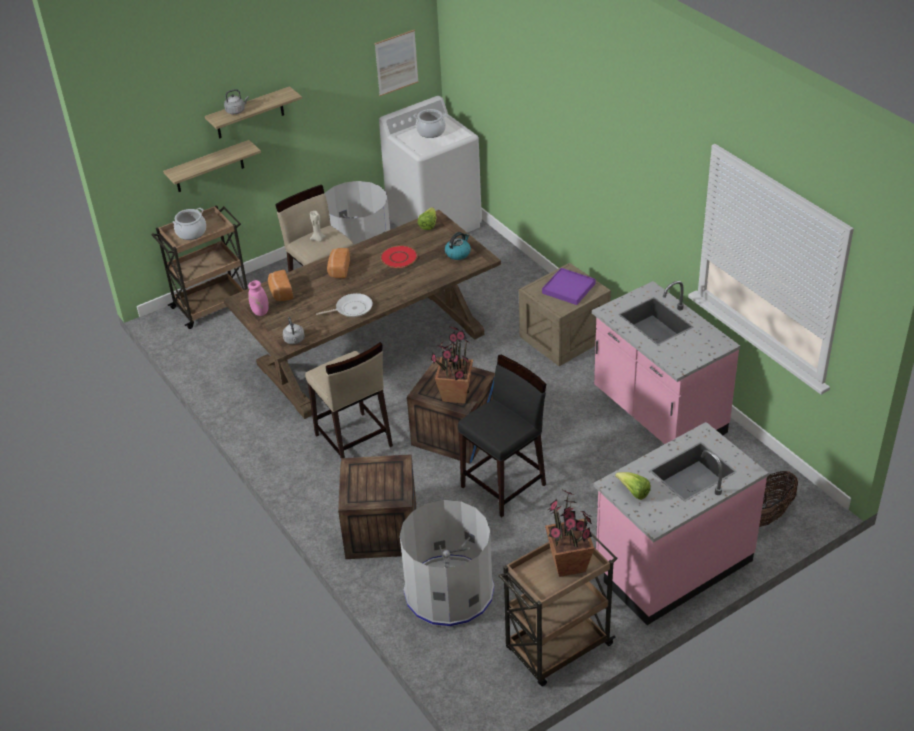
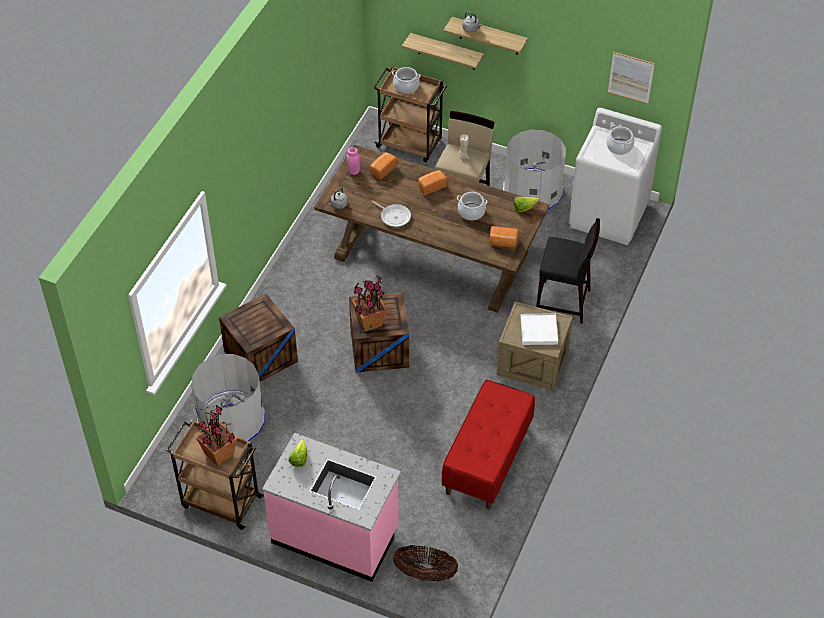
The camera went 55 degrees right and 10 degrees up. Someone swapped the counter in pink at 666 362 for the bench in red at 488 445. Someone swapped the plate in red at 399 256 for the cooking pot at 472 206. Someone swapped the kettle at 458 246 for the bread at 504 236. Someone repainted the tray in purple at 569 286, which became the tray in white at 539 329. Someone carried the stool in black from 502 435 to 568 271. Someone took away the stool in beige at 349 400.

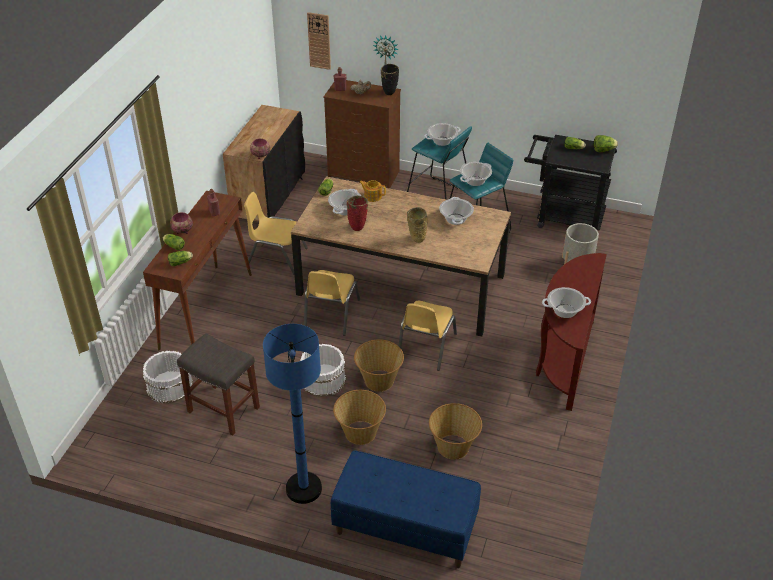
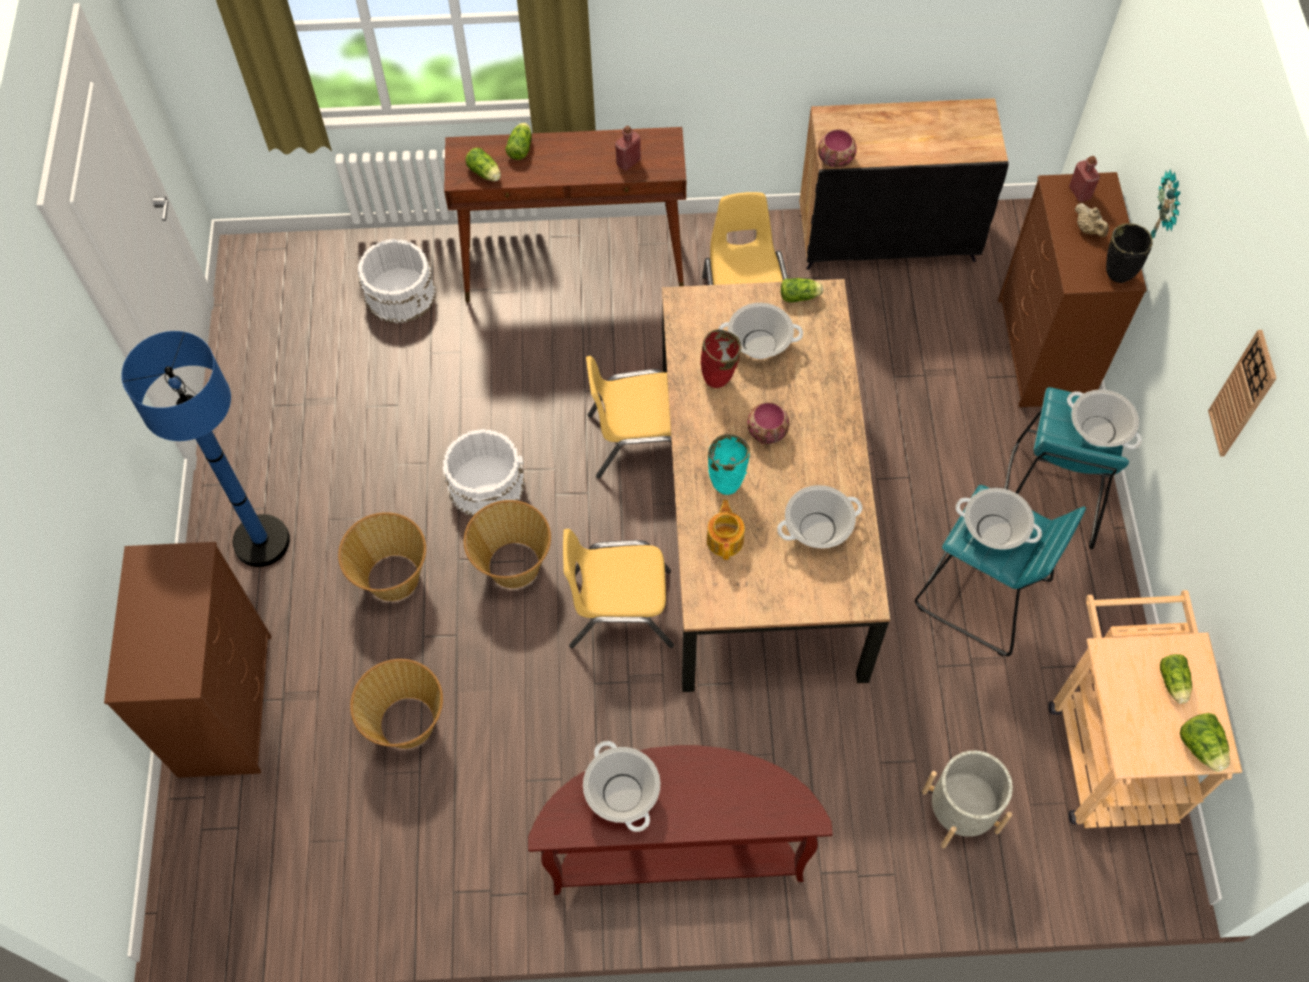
The camera went 70 degrees right and 20 degrees up. Someone swapped the bench in blue at 406 509 for the dresser in brown at 187 660. Someone carried the teapot from 372 191 to 726 530. Someone repainted the vase in beige at 417 225, which became the vase in turquoise at 729 464. Someone carried the bowl from 181 223 to 768 423. Someone repainted the cart in black at 570 183, which became the cart in beige at 1145 709. Someone carried the wall clock from 319 41 to 1242 393. Someone took away the stool in grey at 218 384.

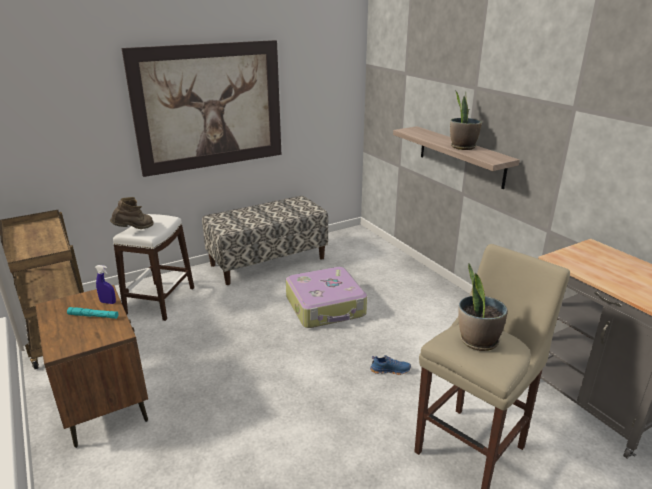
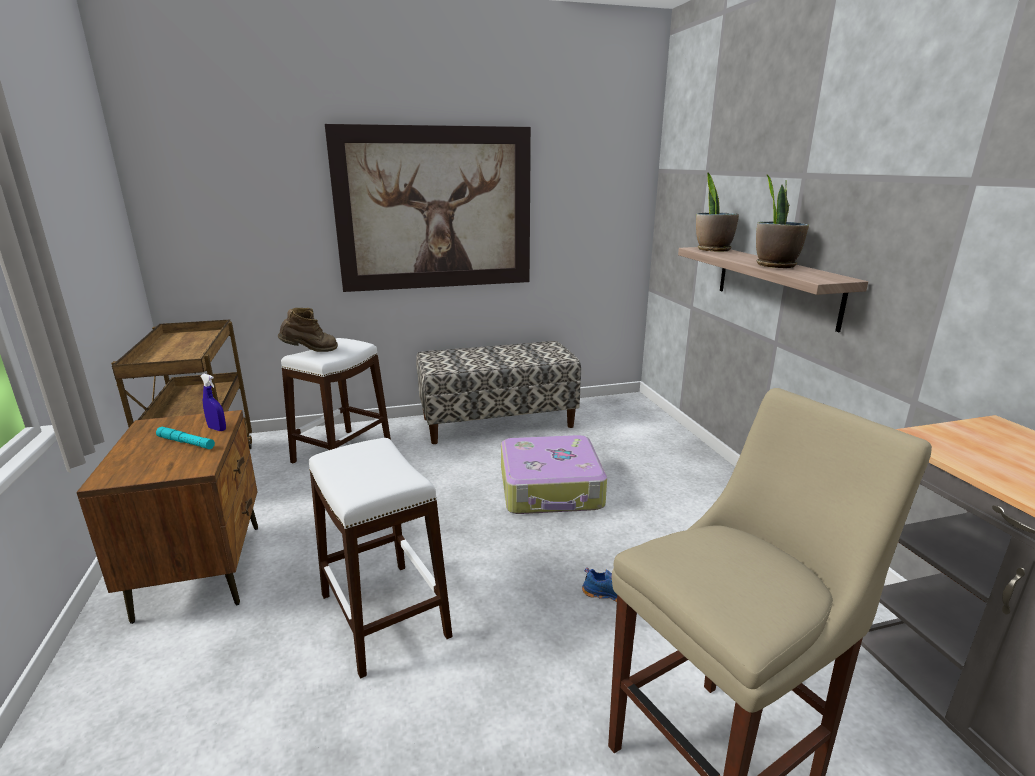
The camera went 15 degrees right and 5 degrees down. Someone put down the stool in white at 381 558. Someone carried the potted plant from 483 307 to 717 212.

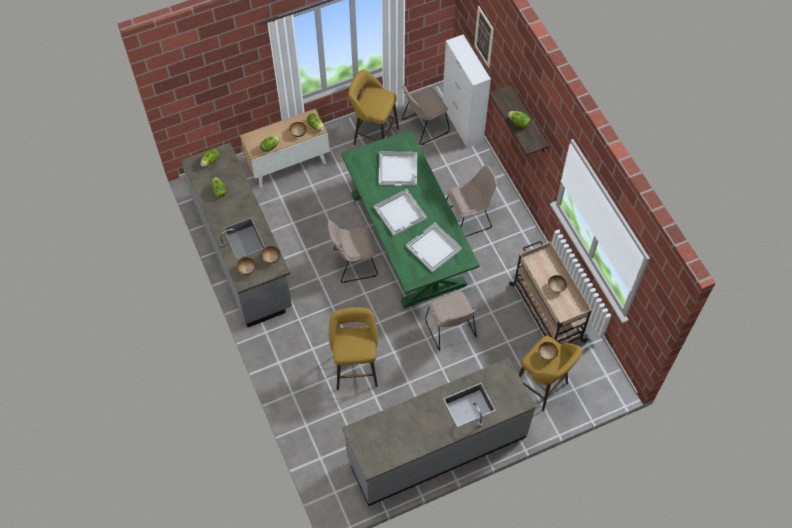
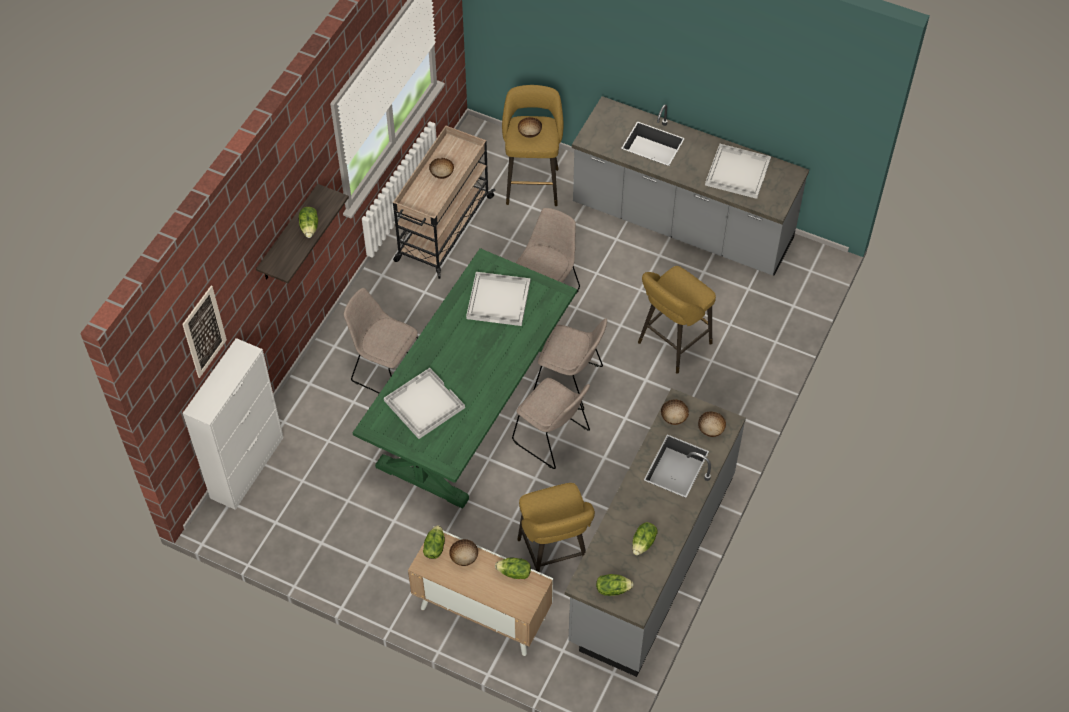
The camera went 130 degrees left and 5 degrees down. Someone carried the stool in yellow from 373 107 to 556 527. Someone carried the chair in beige from 426 115 to 570 364. Someone carried the tray in white from 400 212 to 738 171.

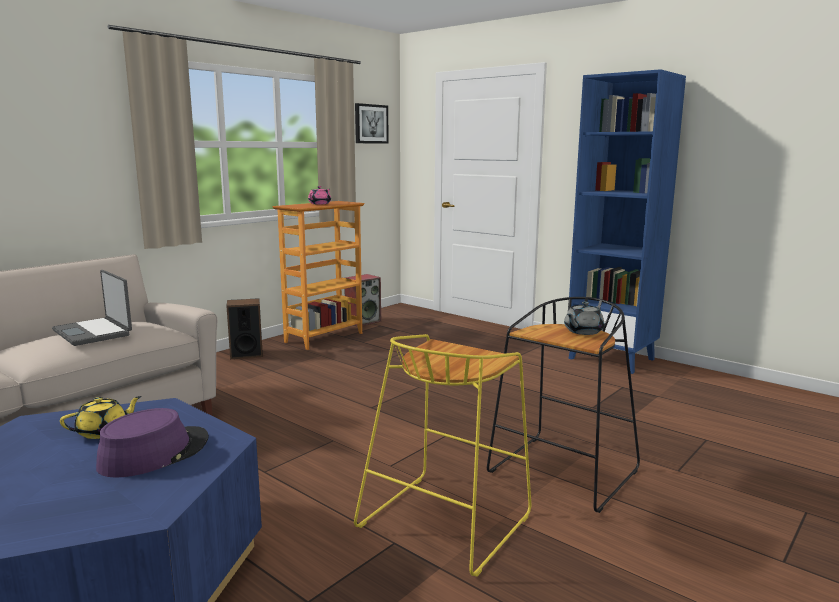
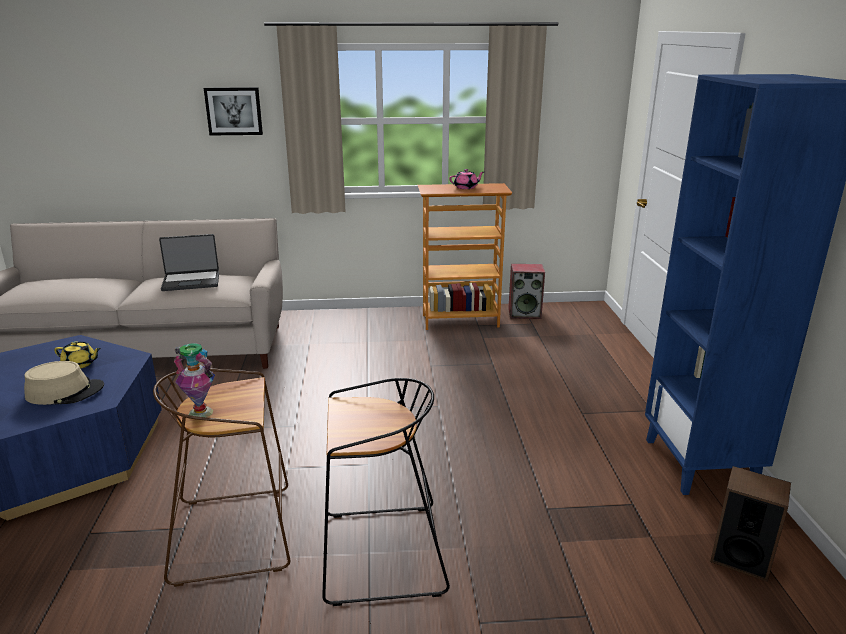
The camera went 45 degrees right and 10 degrees up. Someone repainted the hat in purple at 152 443, which became the hat in beige at 64 383. Someone repainted the stool in yellow at 442 455, which became the stool in brown at 221 477. Someone rotated the laptop at 92 308 by 105 degrees counterclockwise. Someone put down the vase at 194 380. Someone carried the picture from 372 123 to 233 111. Someone carried the speaker from 245 328 to 750 524. Someone took away the teapot in grey at 584 318.

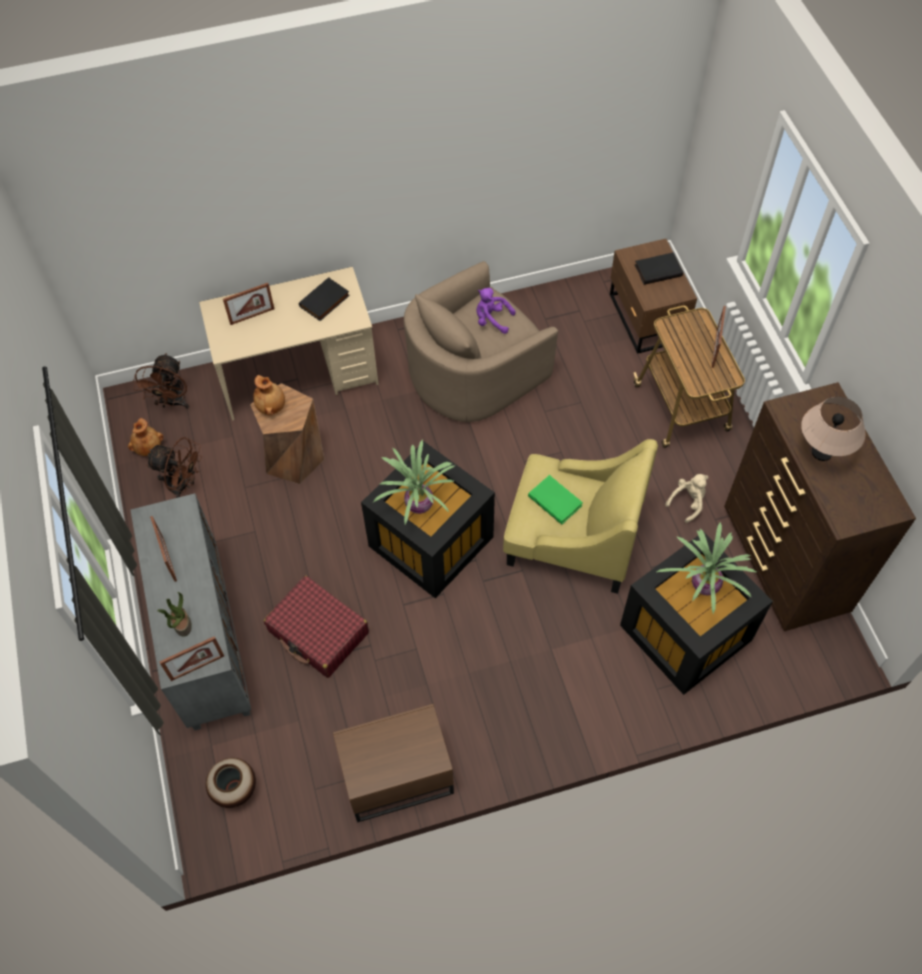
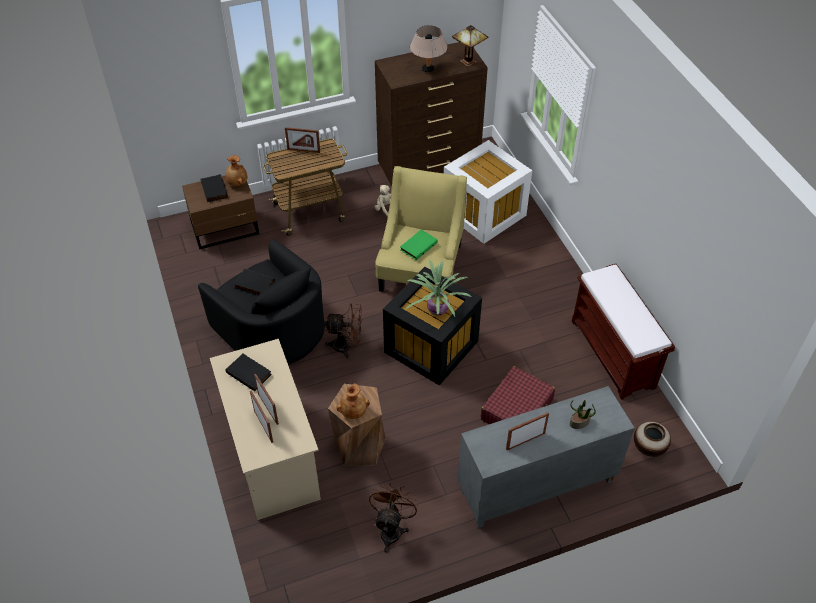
The camera went 95 degrees left and 10 degrees down. Someone repainted the armchair in beige at 481 341, which became the armchair in black at 261 302. Someone carried the vase in brown from 145 437 to 236 170. Someone swapped the plush toy in purple at 496 311 for the book in black at 254 282. Someone carried the picture frame from 191 658 to 266 399. Someone carried the fan in brown from 161 381 to 343 330. Someone repainted the storage box in black at 696 614, which became the storage box in white at 488 192. Someone put down the table lamp at 470 46. Someone swapped the nightstand in brown at 393 763 for the bench in brown at 623 332. Someone took away the potted plant at 706 568.

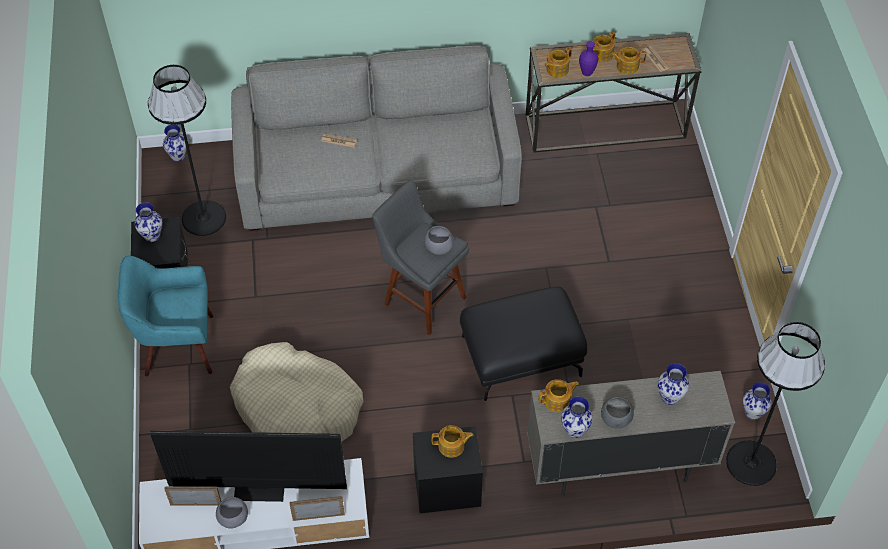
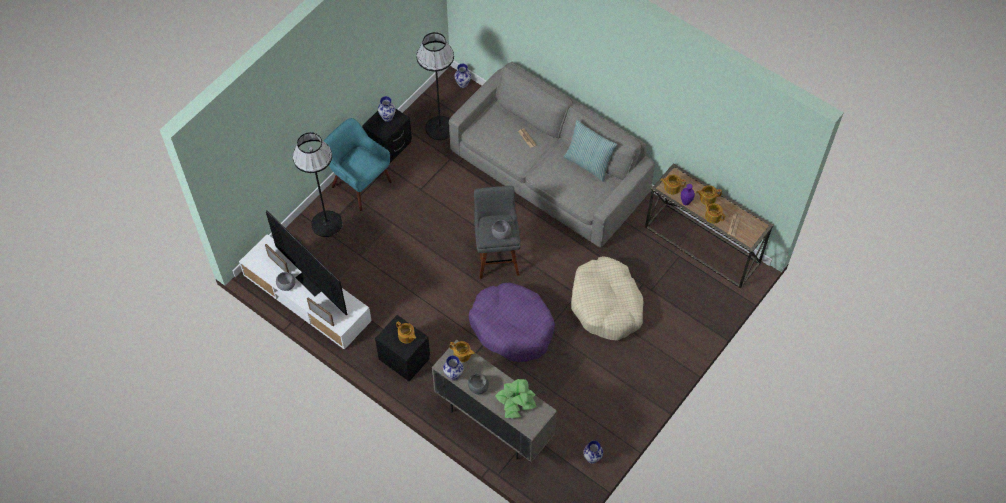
The camera went 45 degrees right and 5 degrees up. Someone carried the floor lamp in black from 775 404 to 317 184. Someone swapped the ottoman in black at 523 344 for the dog bed in purple at 512 322. Someone swapped the vase at 673 384 for the potted plant at 516 398. Someone put down the pillow at 591 151. Someone carried the dog bed in beige from 296 392 to 607 298.

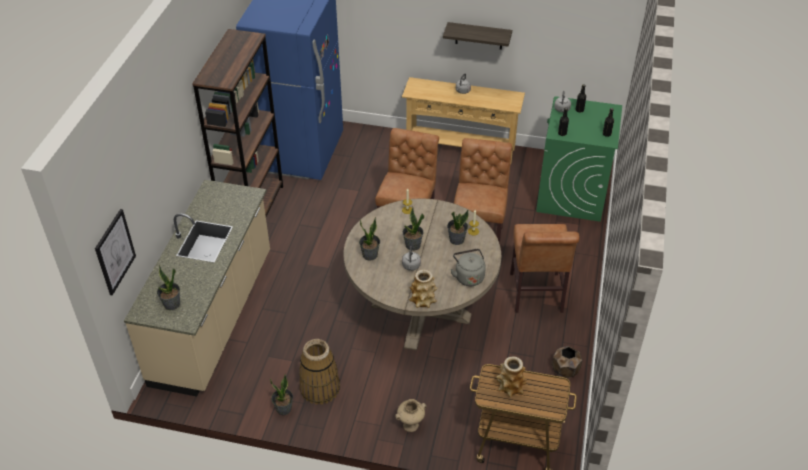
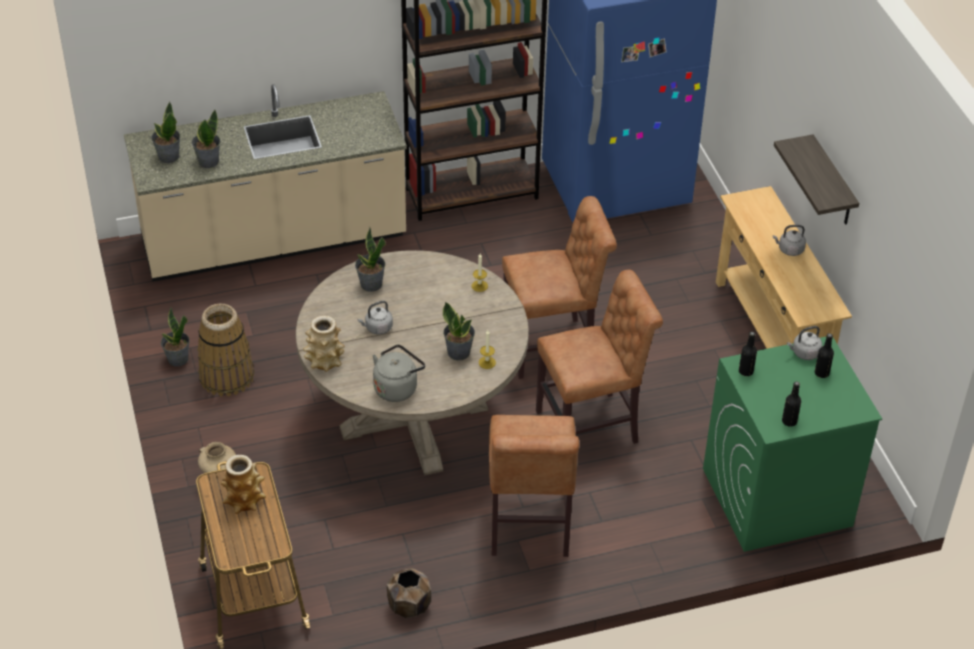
The camera went 60 degrees right and 0 degrees up. Someone carried the potted plant from 413 229 to 206 139. Someone rotated the chair in brown at 545 268 by 60 degrees counterclockwise. Someone took away the picture at 115 252.

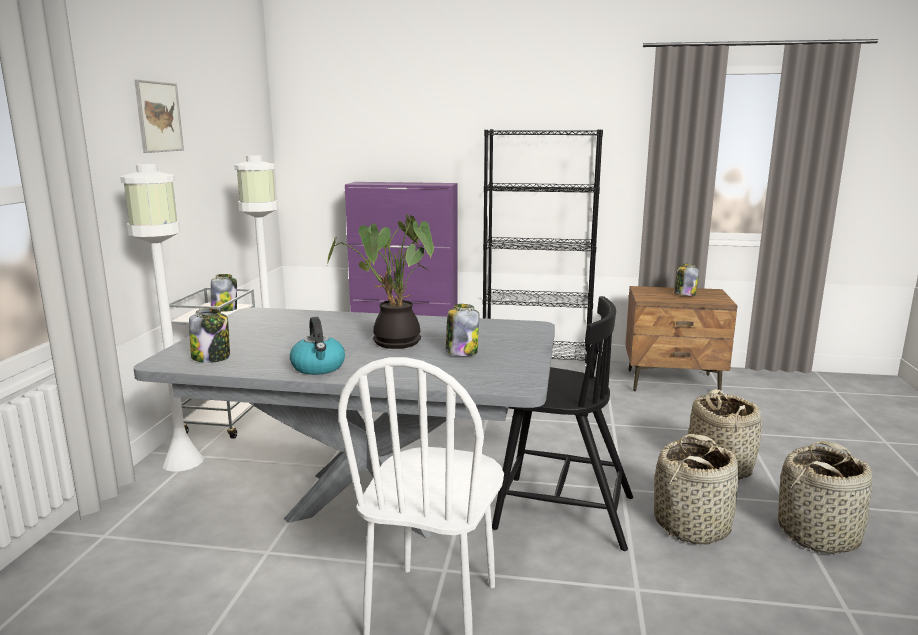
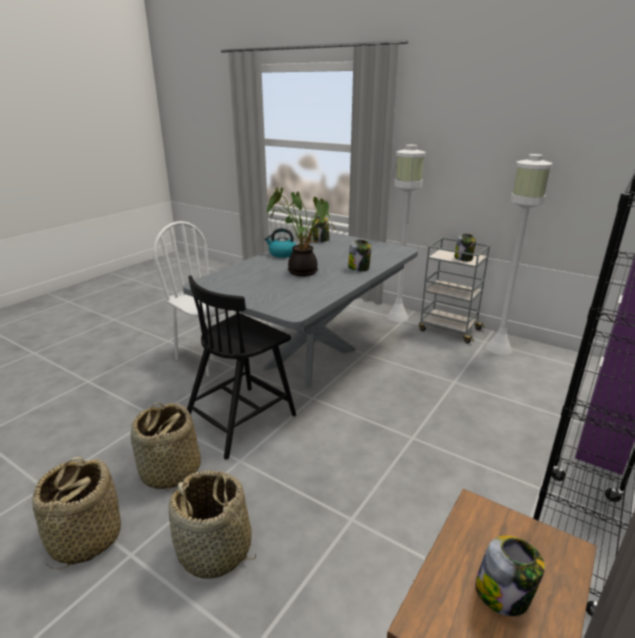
The camera went 115 degrees right and 10 degrees up. Someone carried the jar from 463 330 to 359 255. Someone took away the picture at 159 116.

